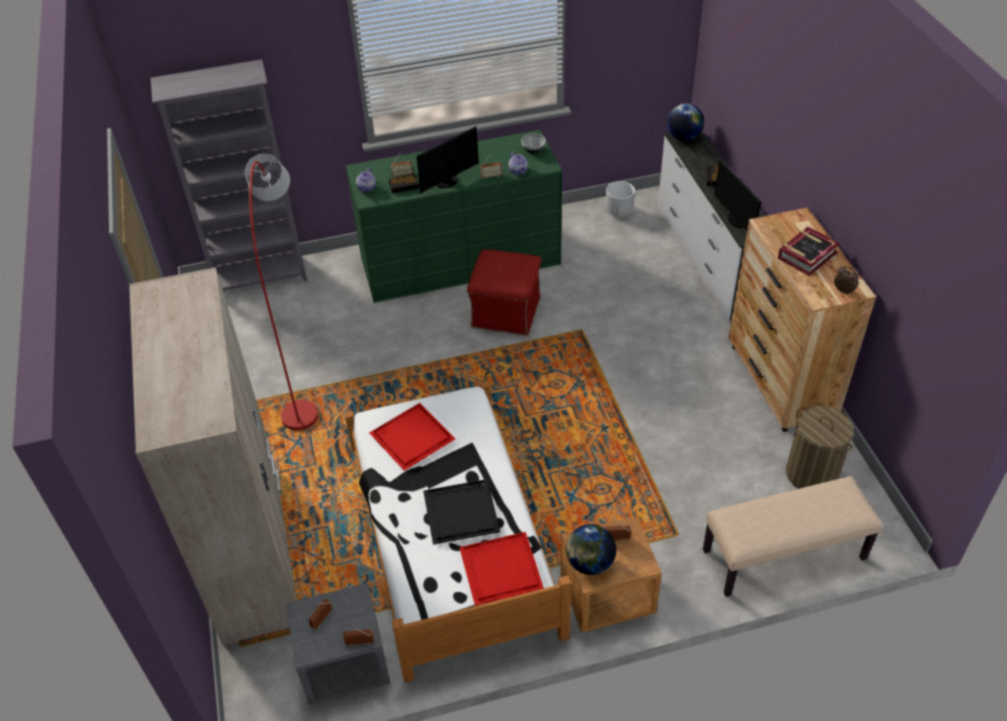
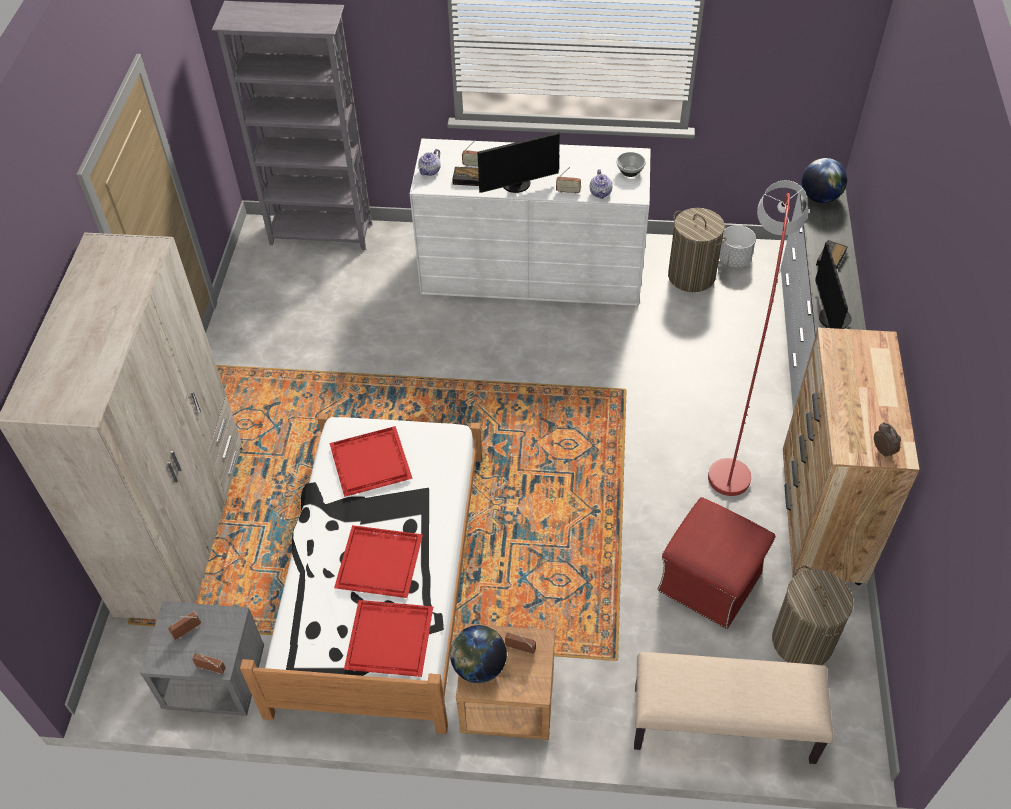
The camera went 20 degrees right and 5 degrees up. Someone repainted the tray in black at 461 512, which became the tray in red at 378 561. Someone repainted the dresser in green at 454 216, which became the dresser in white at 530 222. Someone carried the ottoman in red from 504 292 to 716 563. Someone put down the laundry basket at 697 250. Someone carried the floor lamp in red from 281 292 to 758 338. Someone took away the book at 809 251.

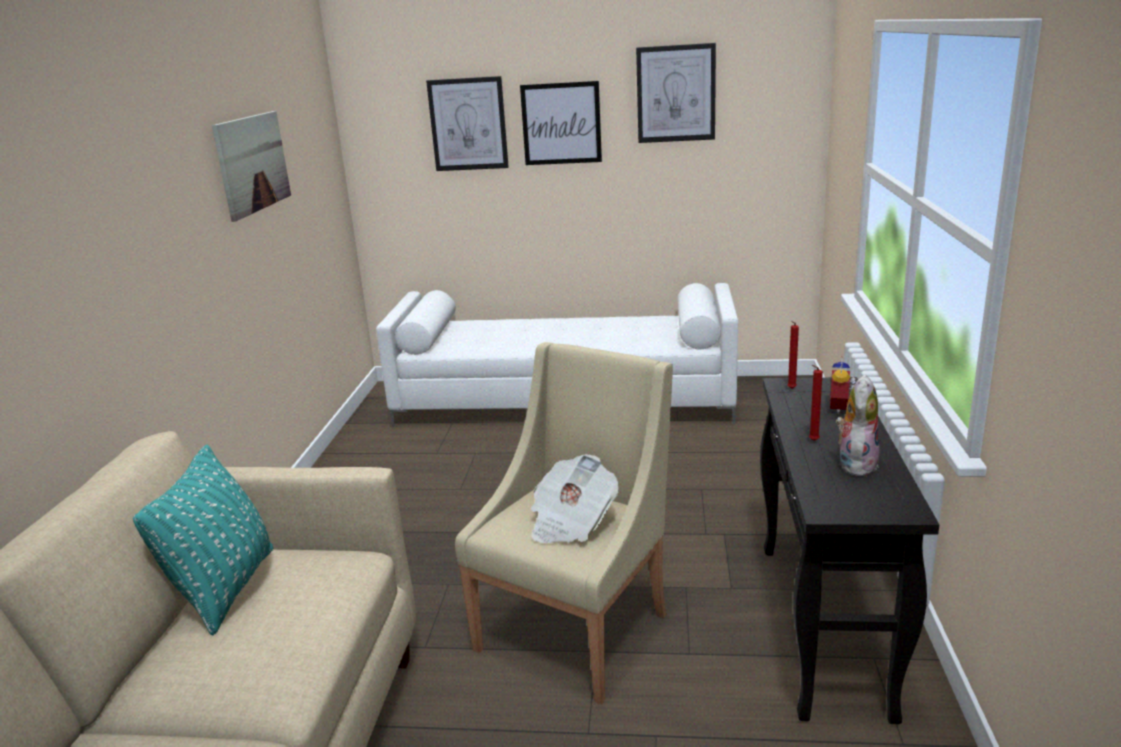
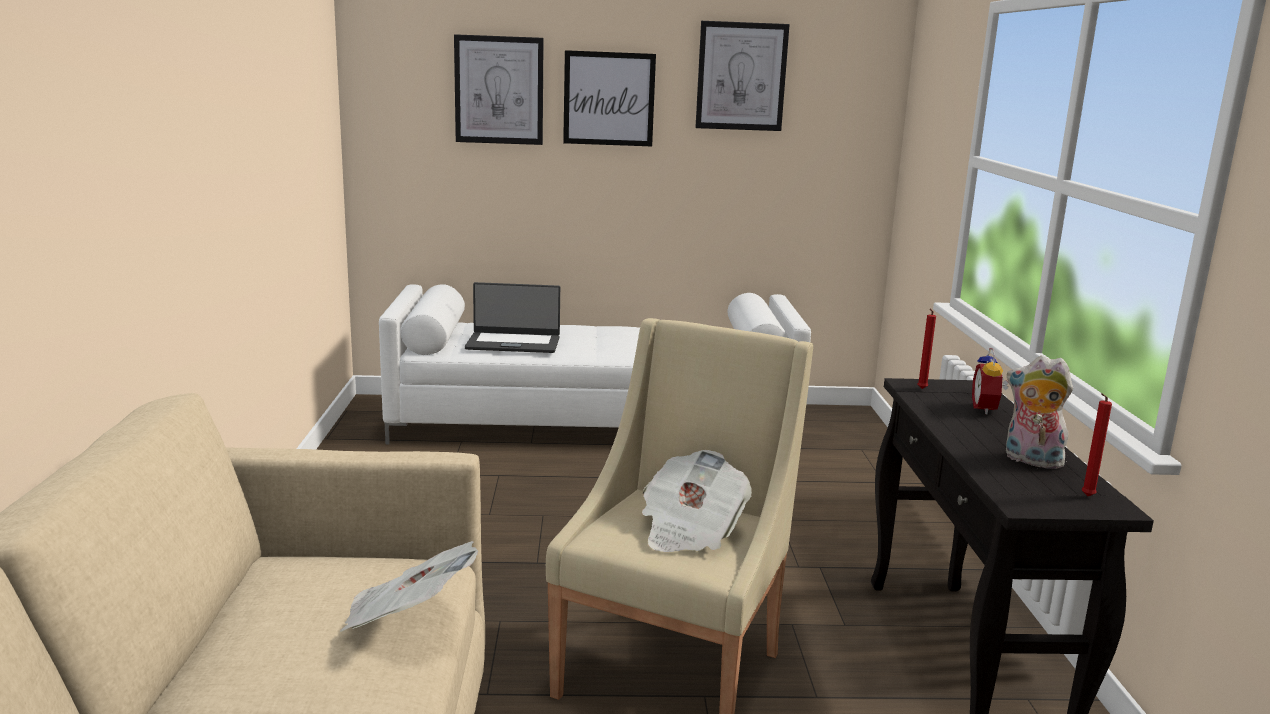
The camera went 10 degrees left and 5 degrees down. Someone put down the newspaper at 409 586. Someone put down the laptop at 512 317. Someone rotated the plush toy at 857 425 by 75 degrees counterclockwise. Someone carried the candle in red from 816 403 to 1097 444. Someone took away the pillow in turquoise at 203 539. Someone took away the picture at 251 166.

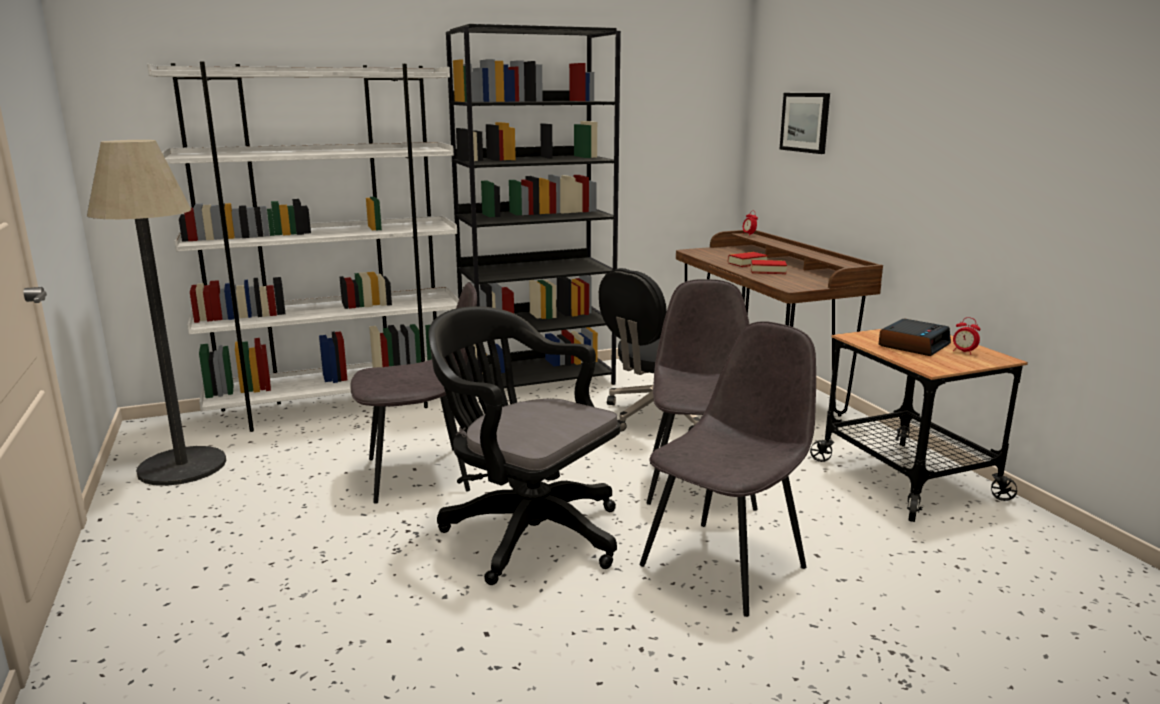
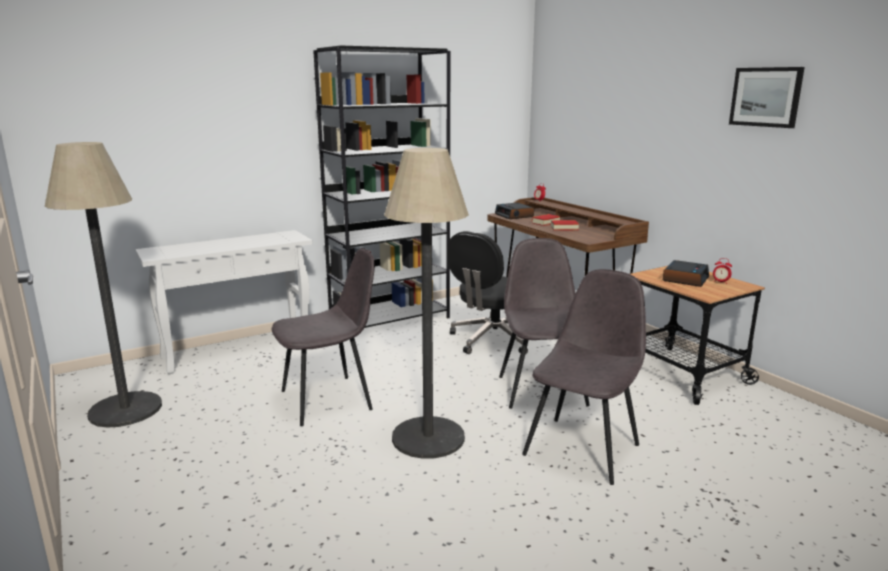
The camera went 10 degrees left and 0 degrees up. Someone swapped the bookcase in white at 303 246 for the console table in white at 223 302. Someone swapped the office chair in black at 524 445 for the floor lamp at 426 303. Someone put down the alarm clock at 514 211. Someone carried the picture from 805 123 to 767 97.

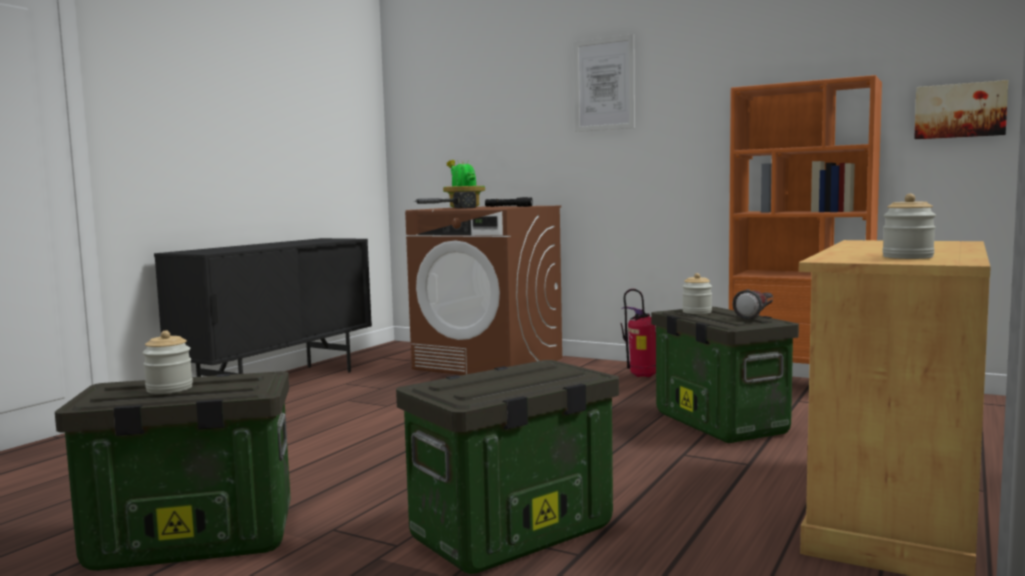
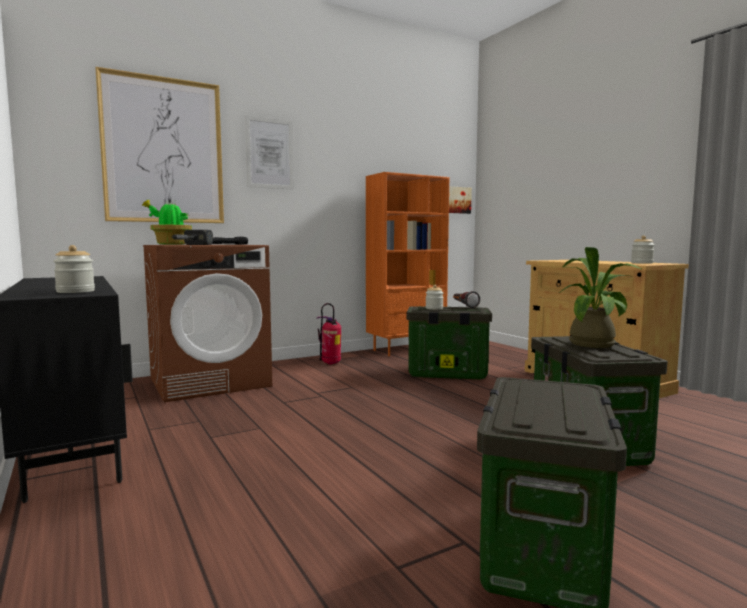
The camera went 60 degrees left and 0 degrees up. Someone carried the jar from 168 362 to 74 269. Someone put up the picture at 159 145. Someone put down the potted plant at 600 297.

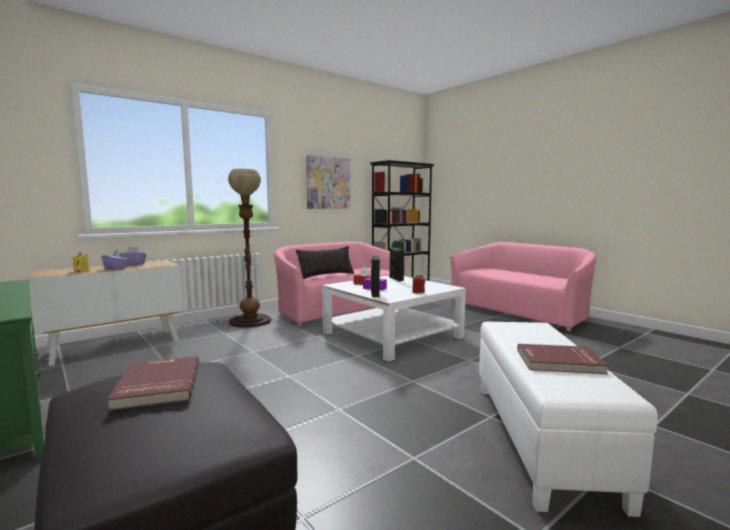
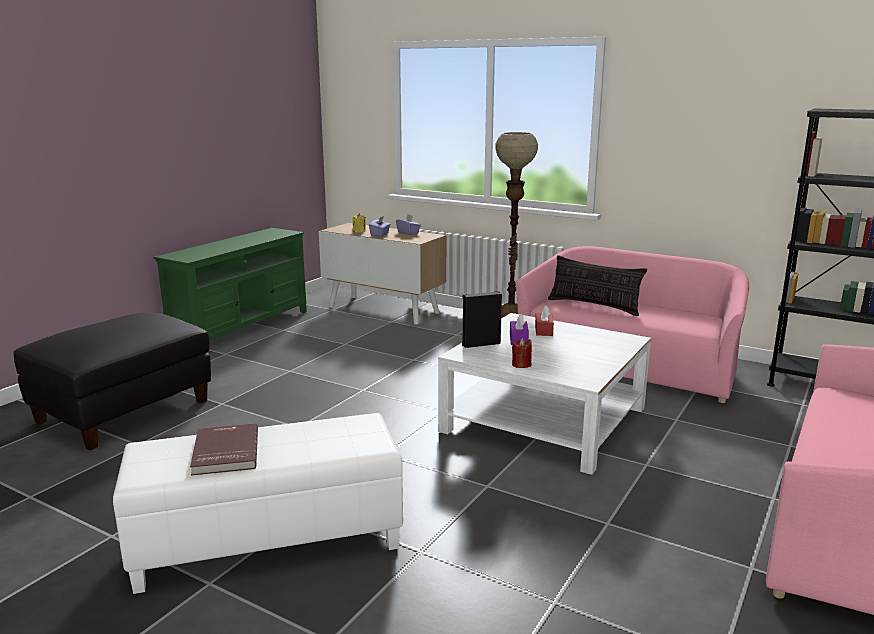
The camera went 70 degrees right and 10 degrees up. Someone took away the book in red at 153 383. Someone took away the picture at 328 182. Someone took away the speaker in black at 396 264.

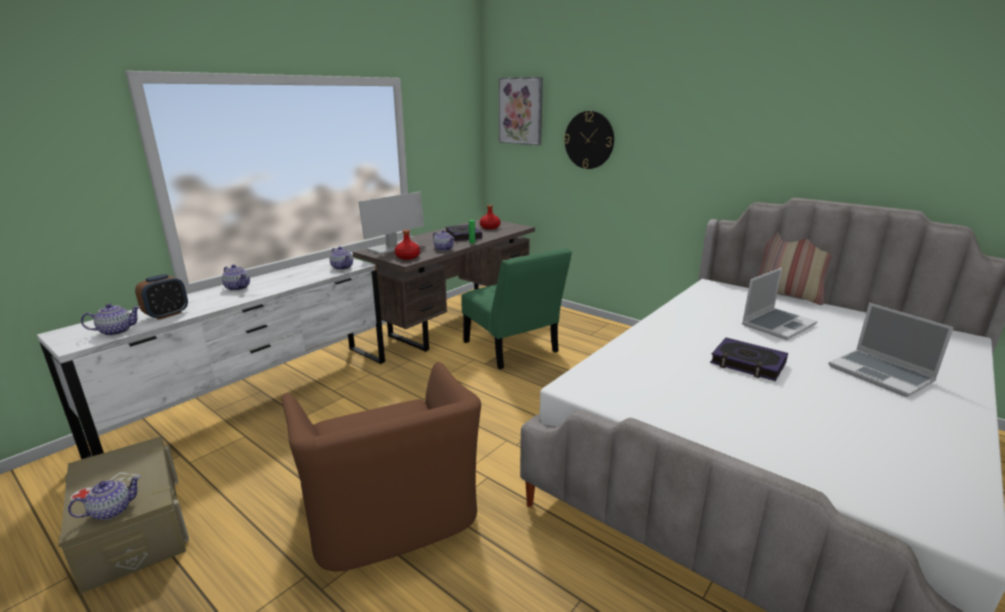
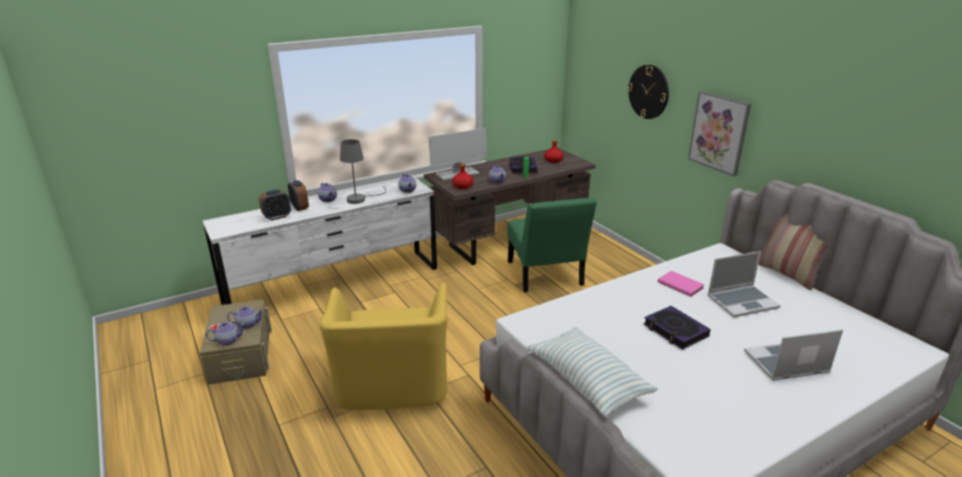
The camera went 20 degrees right and 5 degrees up. Someone carried the teapot from 111 320 to 245 318. Someone put down the alarm clock at 298 195. Someone repainted the armchair in brown at 381 466, which became the armchair in yellow at 383 346. Someone put down the table lamp in grey at 363 171. Someone put down the pillow at 592 372. Someone put down the book in pink at 681 284. Someone carried the picture from 521 111 to 719 133. Someone rotated the laptop at 891 350 by 90 degrees clockwise.

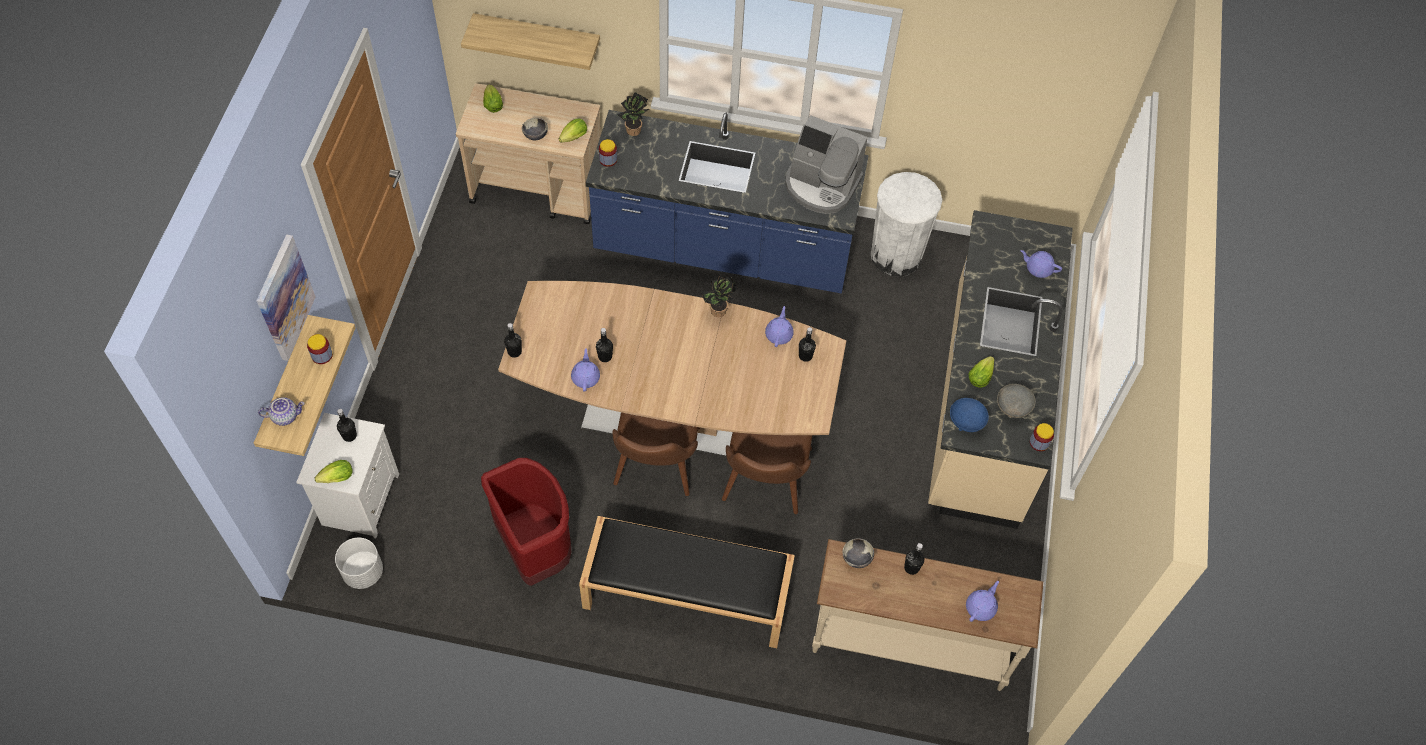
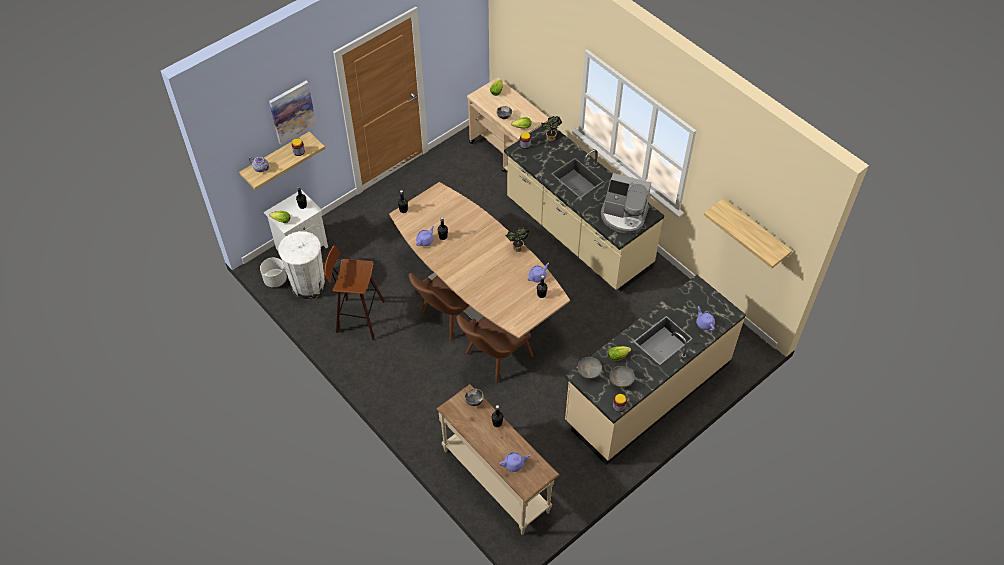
The camera went 40 degrees right and 5 degrees down. Someone carried the trash can in white from 906 224 to 302 265. Someone swapped the trash can in red at 526 522 for the stool at 354 293. Someone repainted the counter in blue at 727 201, which became the counter in beige at 584 206. Someone repainted the bowl in blue at 969 415, which became the bowl in grey at 590 368. Someone rotated the coffee machine at 826 164 by 45 degrees counterclockwise. Someone carried the shelf from 530 41 to 748 233. Someone took away the bench in black at 687 582.

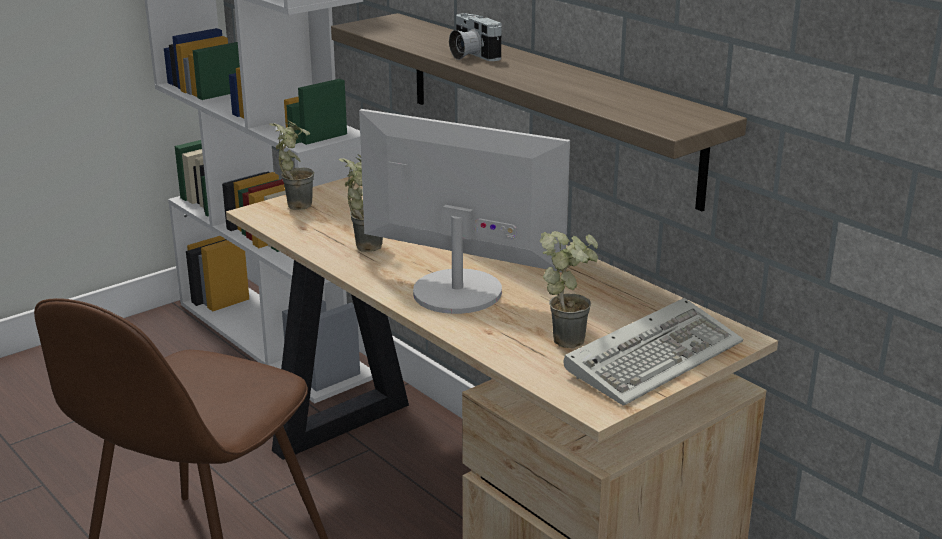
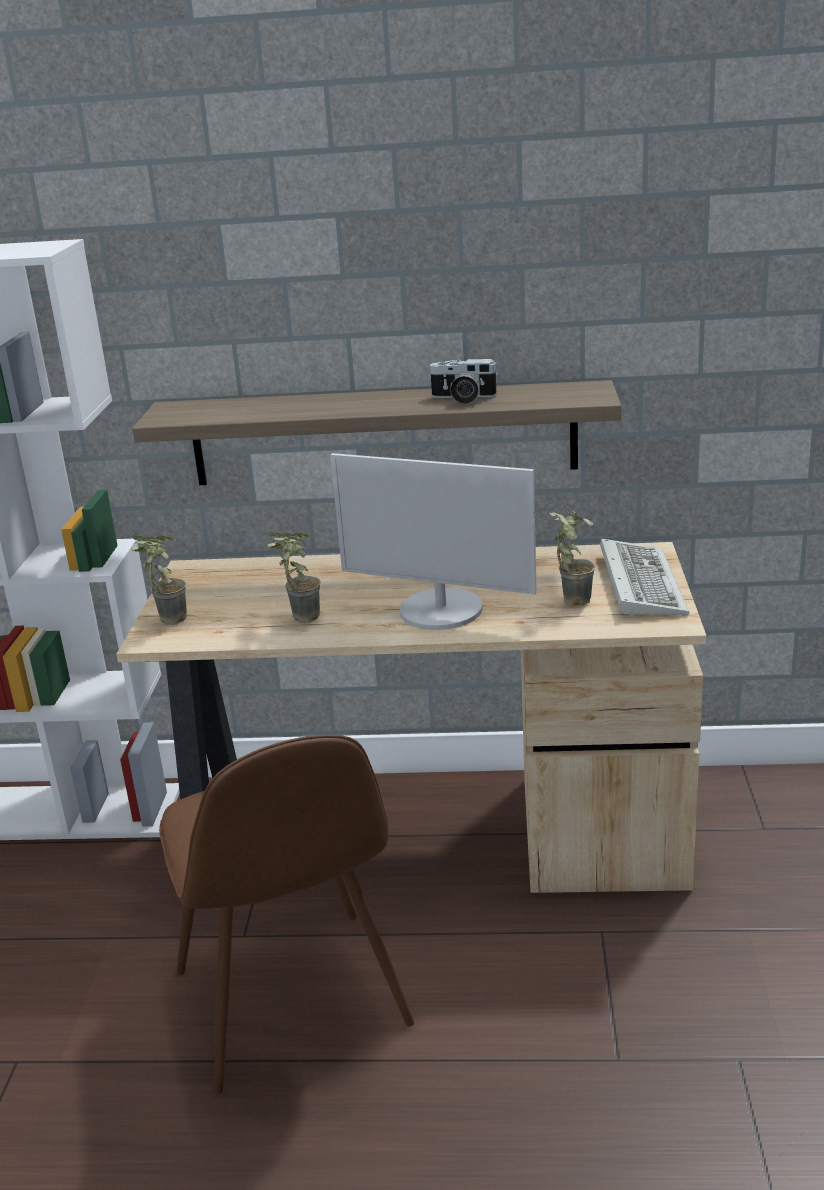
The camera went 45 degrees left and 0 degrees up. Someone rotated the monitor at 464 211 by 135 degrees counterclockwise. Someone carried the photo camera from 475 37 to 463 381.

